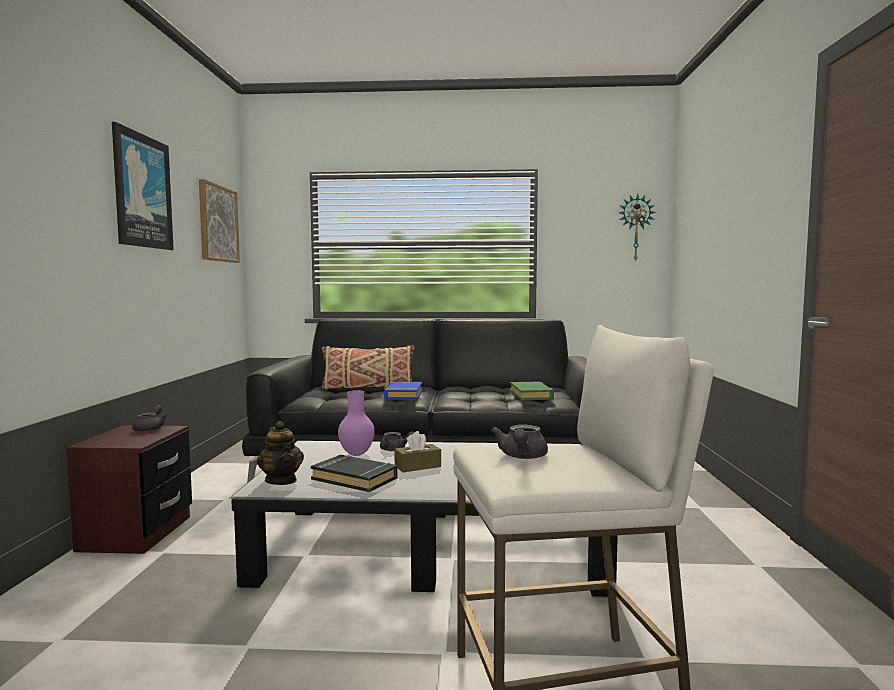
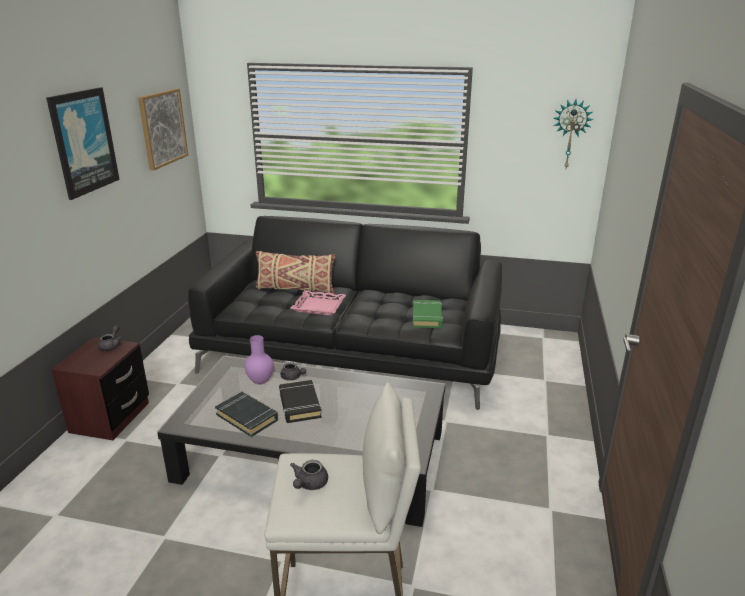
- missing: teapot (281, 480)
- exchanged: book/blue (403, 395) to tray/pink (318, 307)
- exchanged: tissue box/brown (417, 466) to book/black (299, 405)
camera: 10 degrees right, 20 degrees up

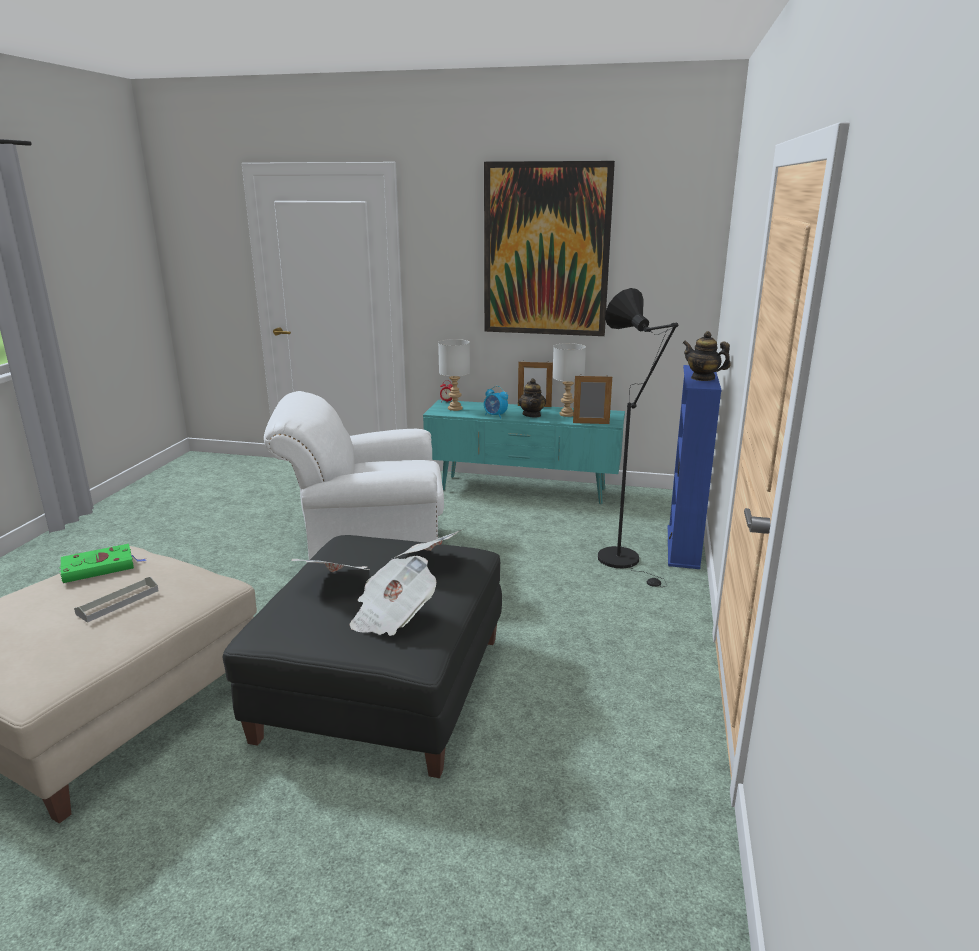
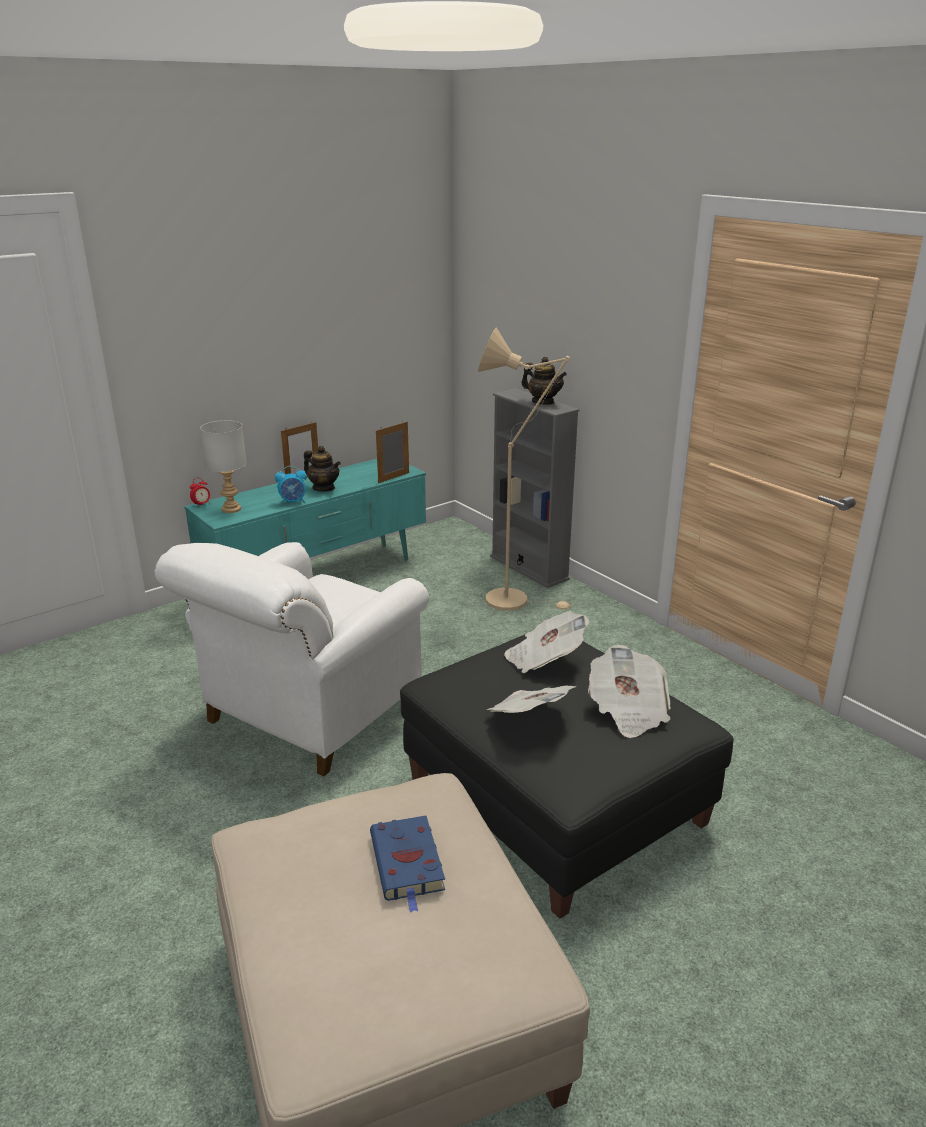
- missing: book/green (100, 567)
- missing: picture (546, 250)
- missing: table lamp/grey (566, 414)
- exchanged: tray/grey (118, 602) to book/blue (408, 865)
- colour: floor lamp/black (625, 561) to floor lamp/beige (515, 600)
- colour: bookcase/blue (683, 547) to bookcase/grey (529, 567)
- spun: teapot (703, 378) = (543, 402) 135 degrees counterclockwise
camera: 50 degrees left, 5 degrees up

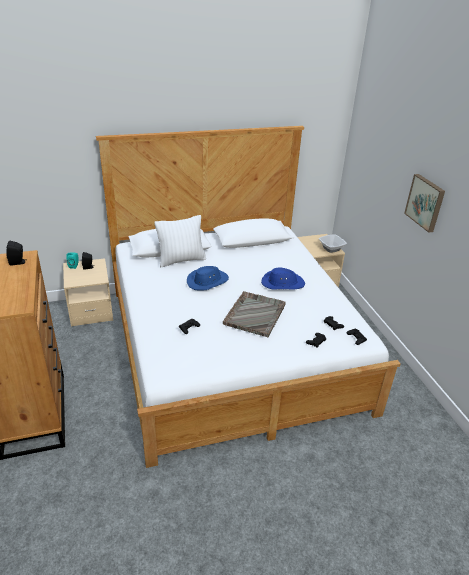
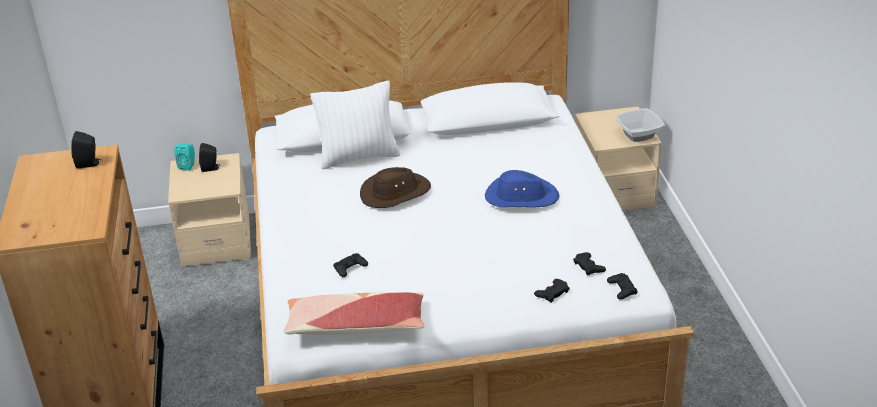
- missing: tray/grey (255, 314)
- missing: picture (425, 202)
- appeared: pillow (355, 326)
- colour: hat/blue (207, 281) to hat/brown (395, 193)
camera: 10 degrees right, 0 degrees up

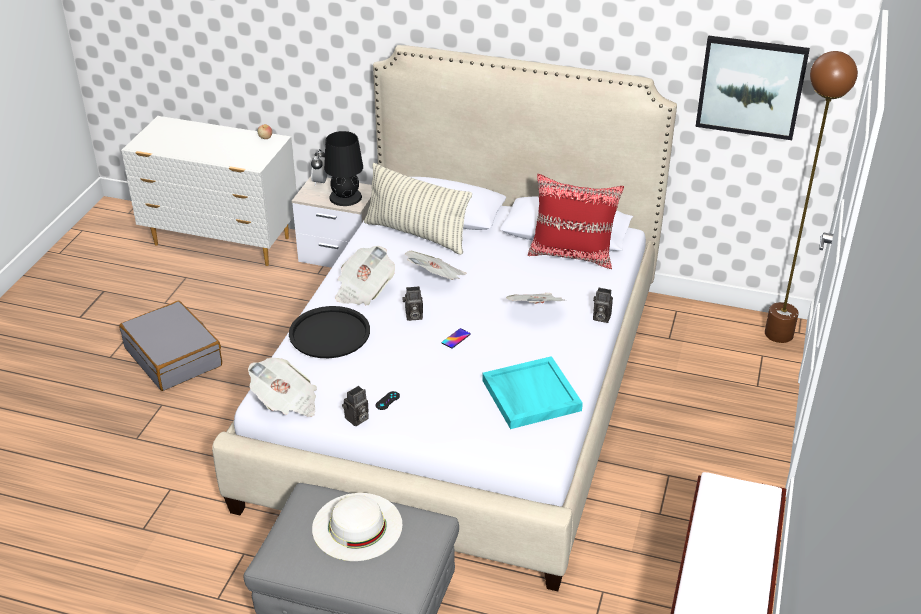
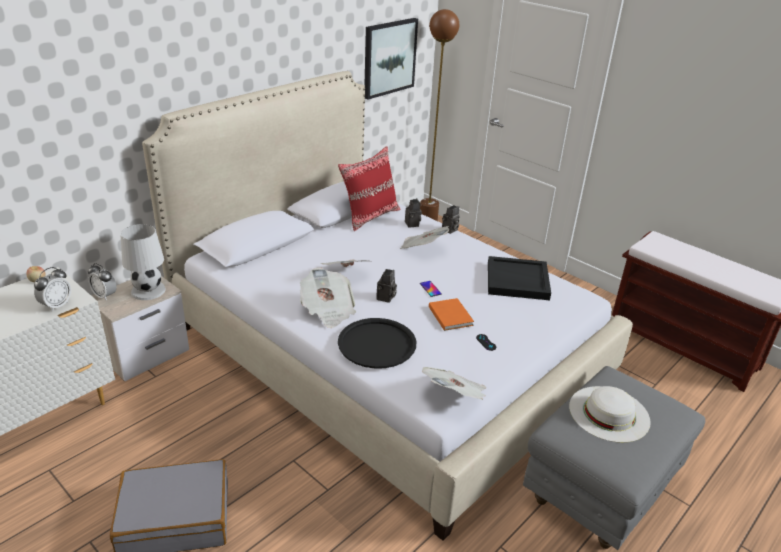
- missing: pillow (416, 234)
- appeared: alarm clock (56, 305)
- appeared: book/orange (450, 315)
- relocated: photo camera (356, 419) to (413, 224)
- colour: table lamp/black (346, 197) to table lamp/white (148, 290)
- colour: tray/turquoise (530, 395) to tray/black (516, 281)
camera: 65 degrees left, 5 degrees down

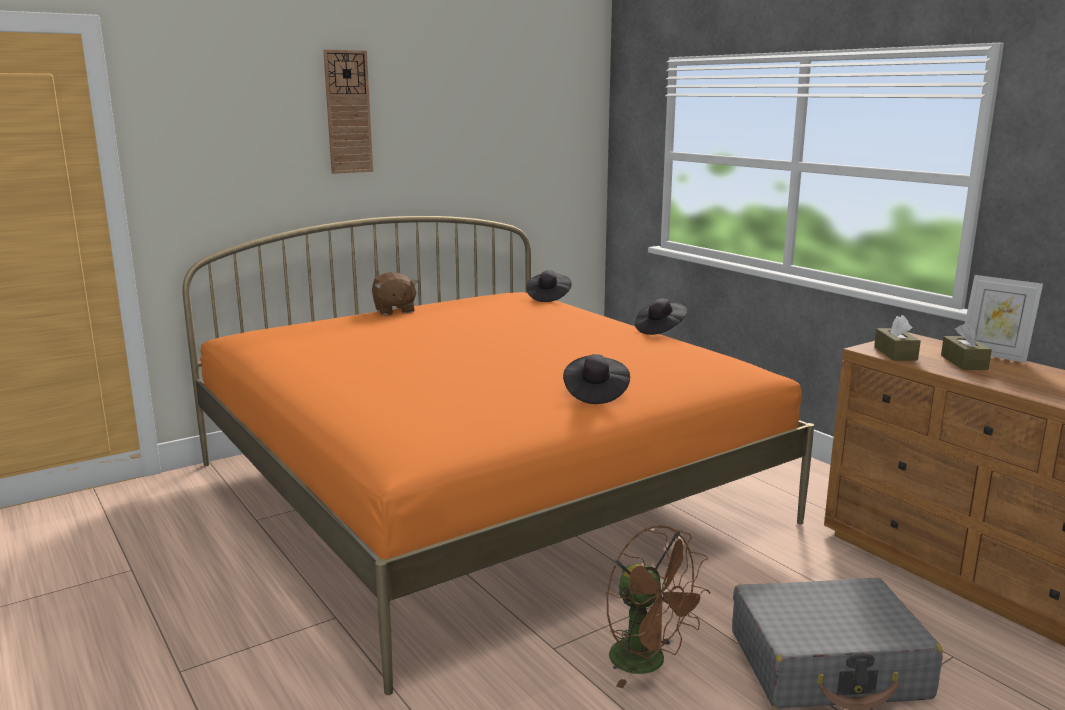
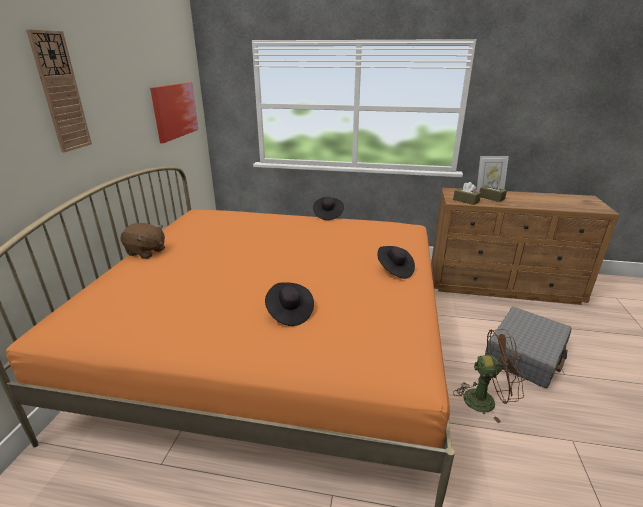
- appeared: picture (175, 111)
- relocated: hat/black (548, 297) to (289, 313)
camera: 45 degrees left, 10 degrees up

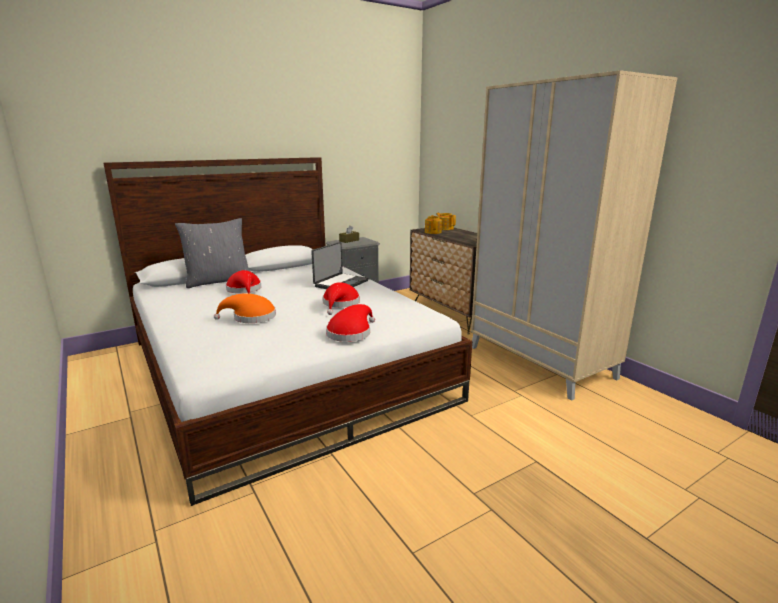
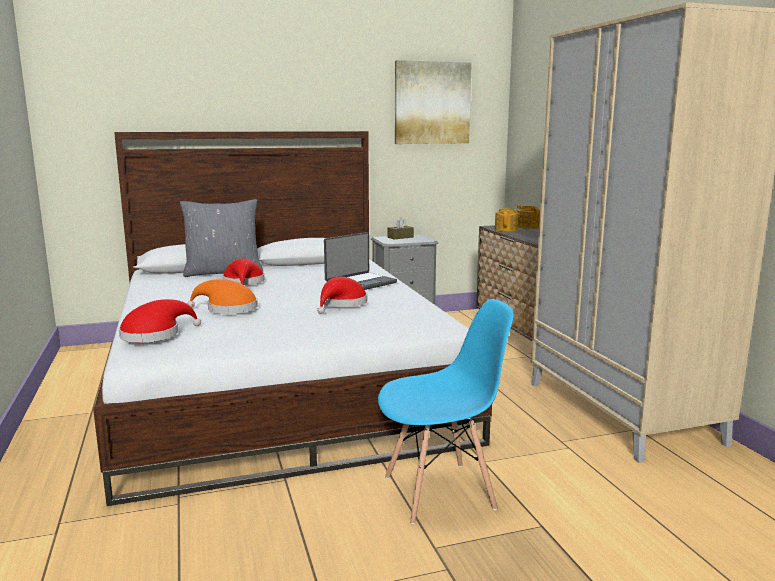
- appeared: chair/blue (440, 492)
- appeared: picture (432, 103)
- relocated: hat/red (351, 333) to (155, 334)
camera: 15 degrees right, 5 degrees down

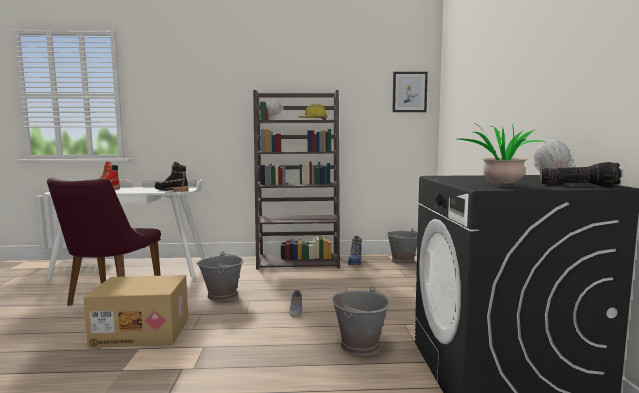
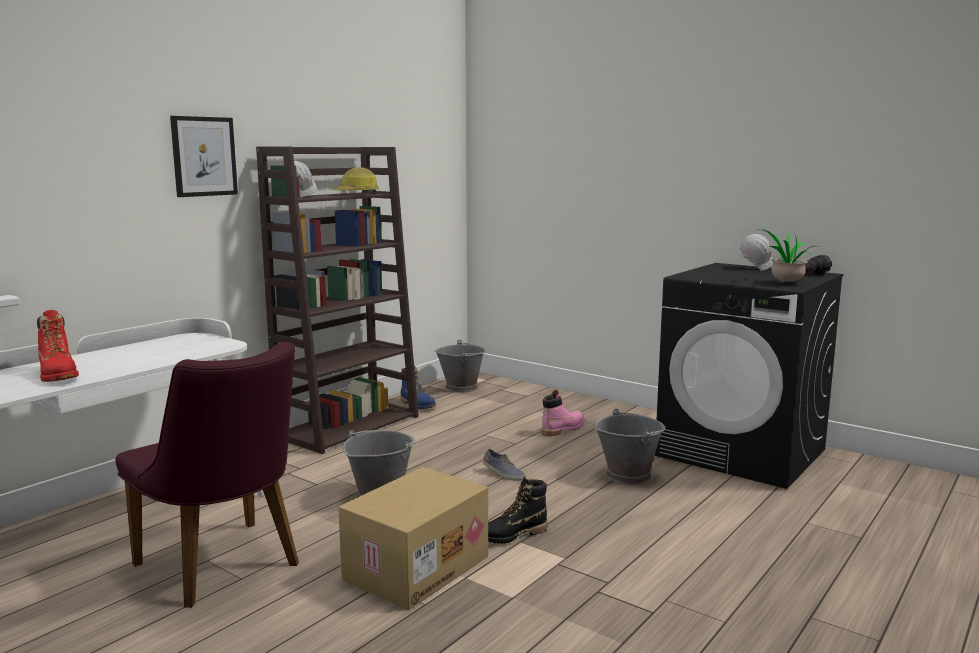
- appeared: boot/pink (563, 429)
- relocated: boot/black (171, 190) to (512, 535)
- relocated: picture (409, 92) to (204, 156)
camera: 50 degrees left, 5 degrees up

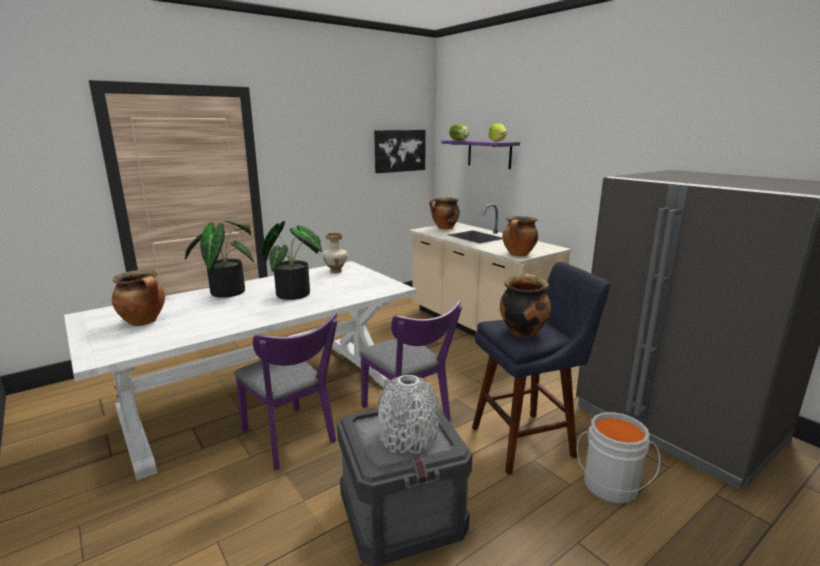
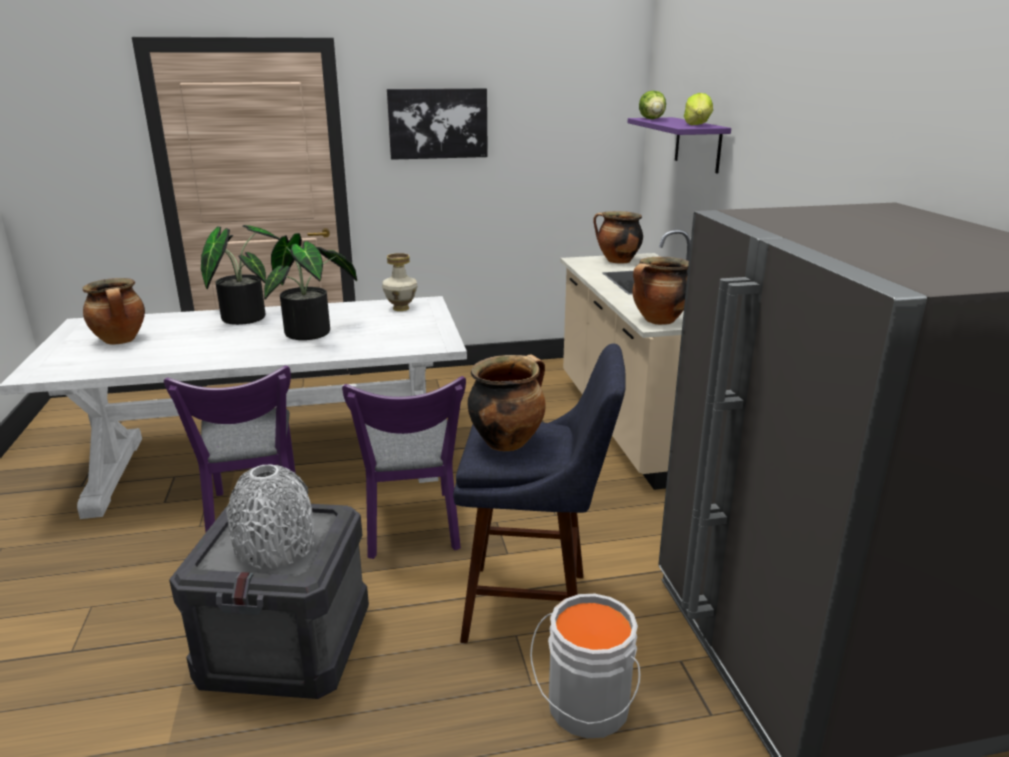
- relocated: picture (399, 150) to (438, 123)
camera: 25 degrees right, 5 degrees up

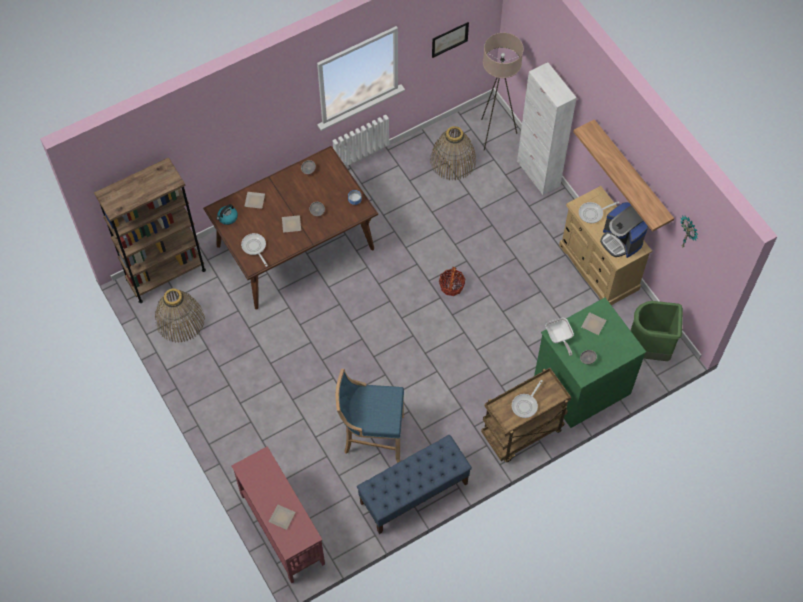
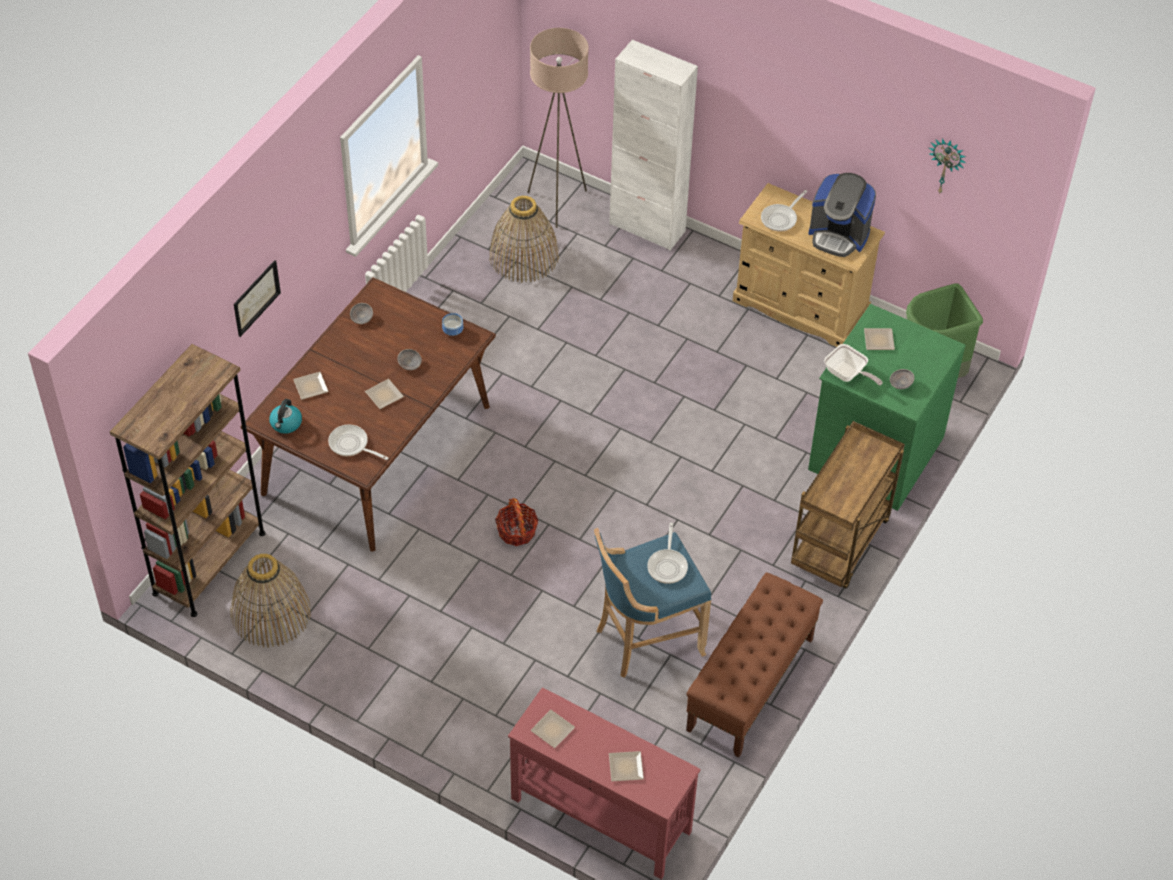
- missing: shelf (631, 174)
- appeared: plate (552, 731)
- relocated: picture (449, 39) to (256, 298)
- relocated: basket (451, 286) to (517, 531)
- relocated: frying pan (526, 405) to (668, 565)
- colour: bench/blue (413, 493) to bench/brown (750, 684)
camera: 30 degrees left, 10 degrees down

